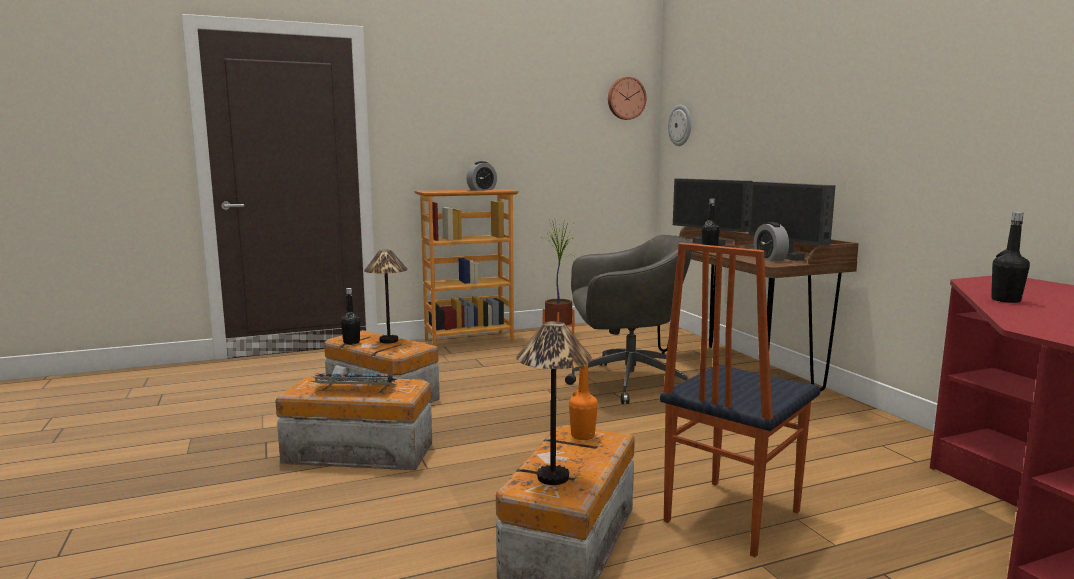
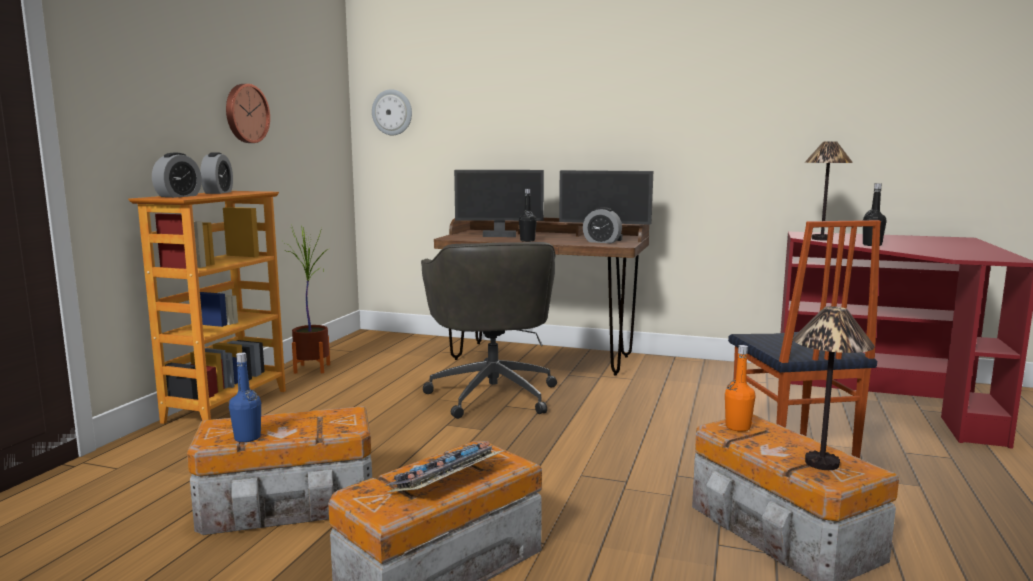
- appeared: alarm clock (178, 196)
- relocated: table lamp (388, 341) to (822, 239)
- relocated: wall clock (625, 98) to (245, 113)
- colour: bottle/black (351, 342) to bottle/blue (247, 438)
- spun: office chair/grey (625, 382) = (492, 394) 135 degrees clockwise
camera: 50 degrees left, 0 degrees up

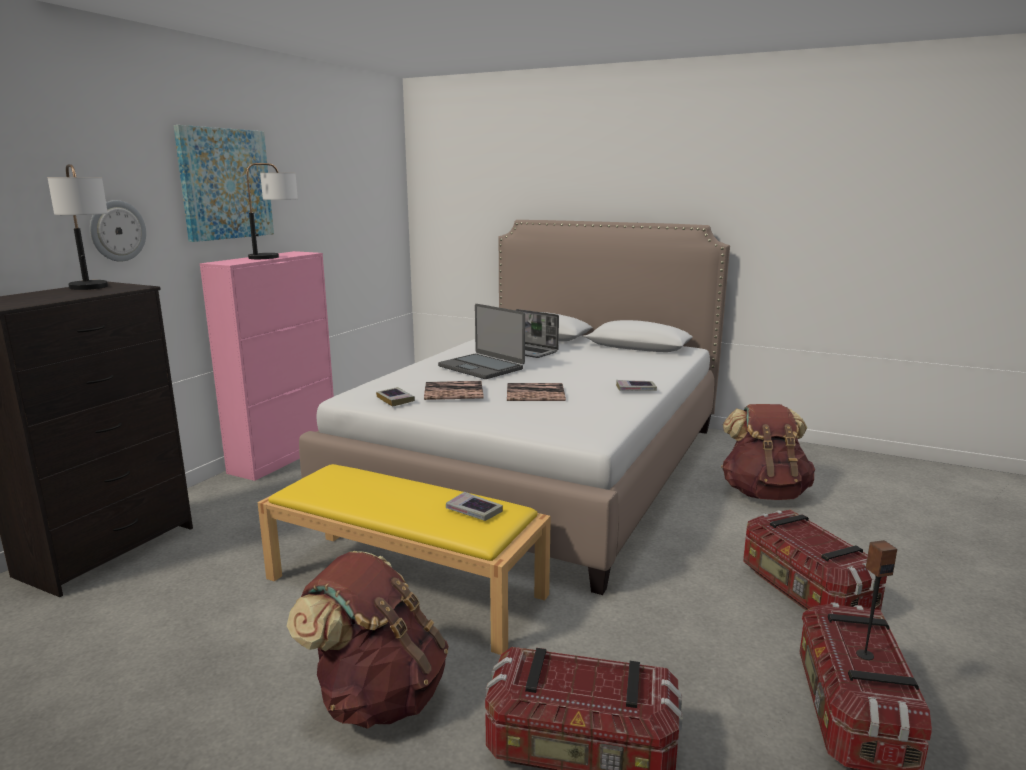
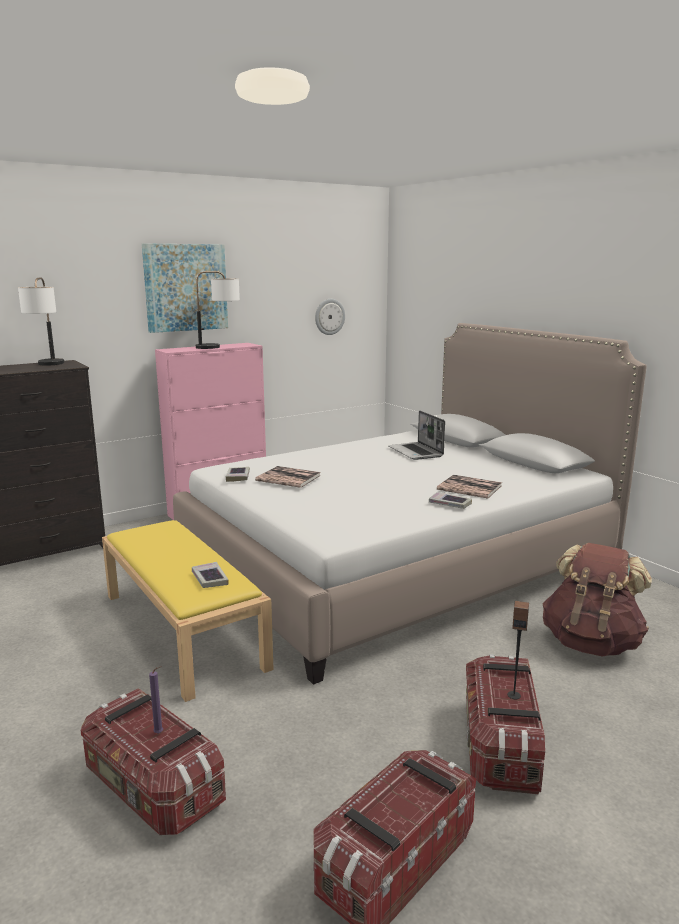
- missing: backpack/brown (377, 696)
- missing: laptop (481, 367)
- appeared: candle/purple (160, 733)
- relocated: wall clock (117, 231) to (329, 316)
- relocated: book (535, 394) to (469, 488)
- relocated: speaker (864, 654) to (514, 695)
camera: 30 degrees right, 0 degrees up

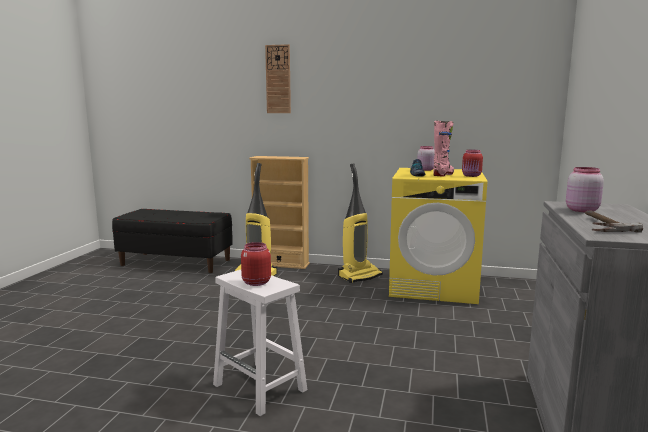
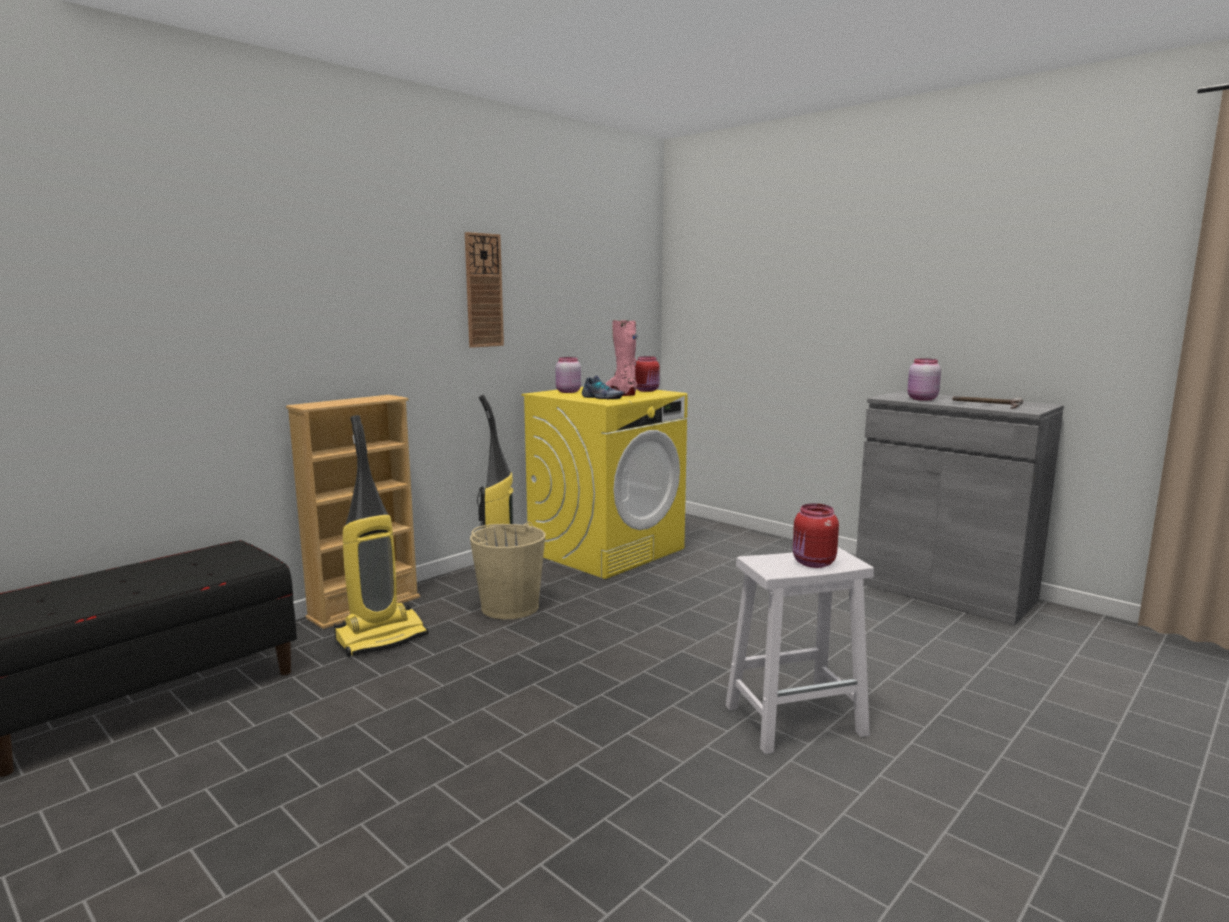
- appeared: bucket/beige (509, 607)
- relocated: wall clock (278, 79) to (483, 290)
camera: 60 degrees left, 0 degrees up

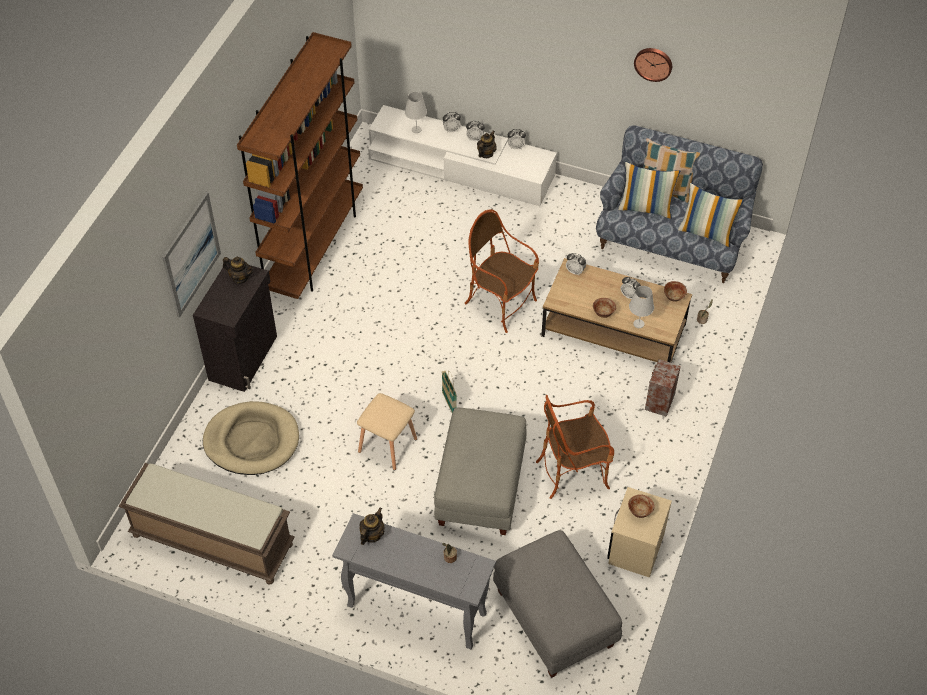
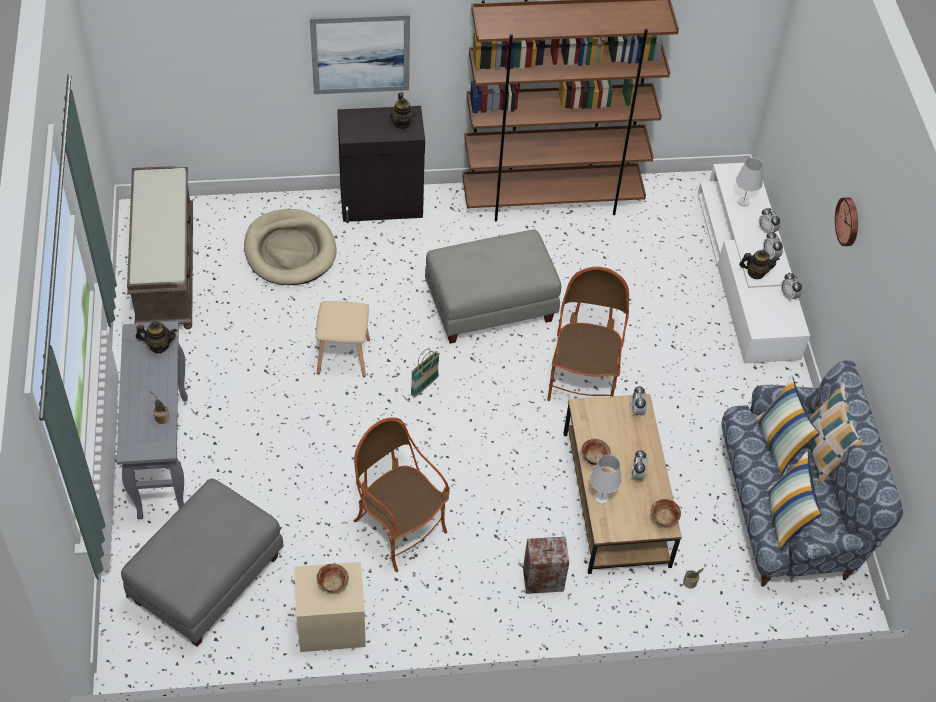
- relocated: ottoman/grey (479, 486) to (490, 305)
- relocated: wall clock (653, 63) to (849, 221)
camera: 60 degrees right, 0 degrees up

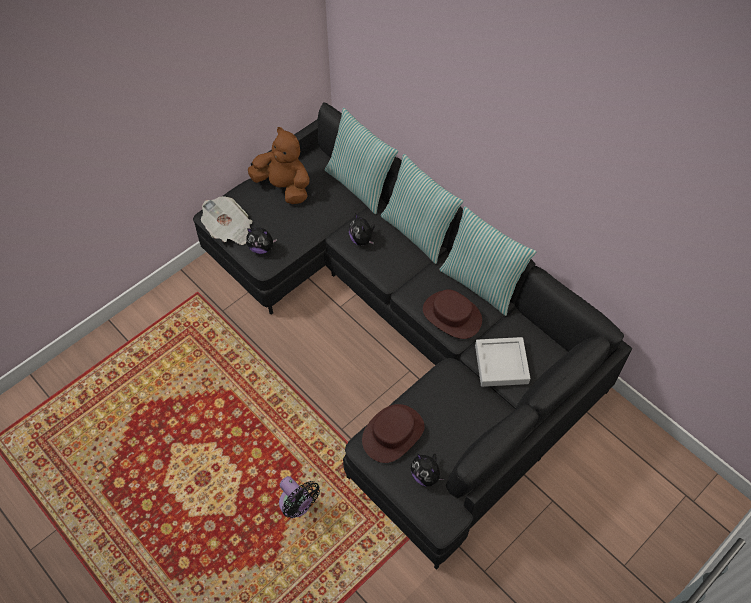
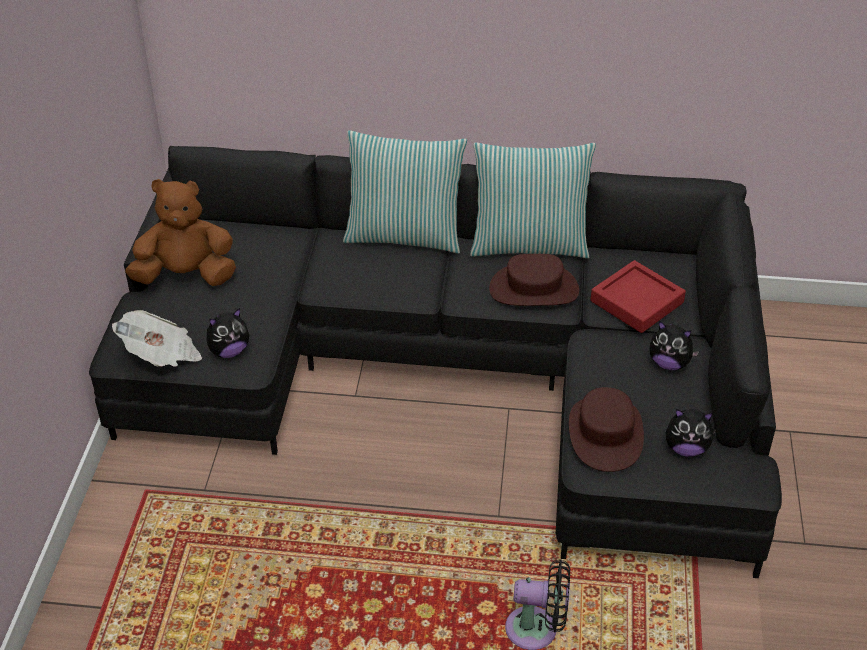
- missing: pillow (360, 185)
- relocated: plush toy (362, 240) to (669, 363)
- colour: tray/grey (501, 364) to tray/red (636, 302)
camera: 40 degrees left, 15 degrees down

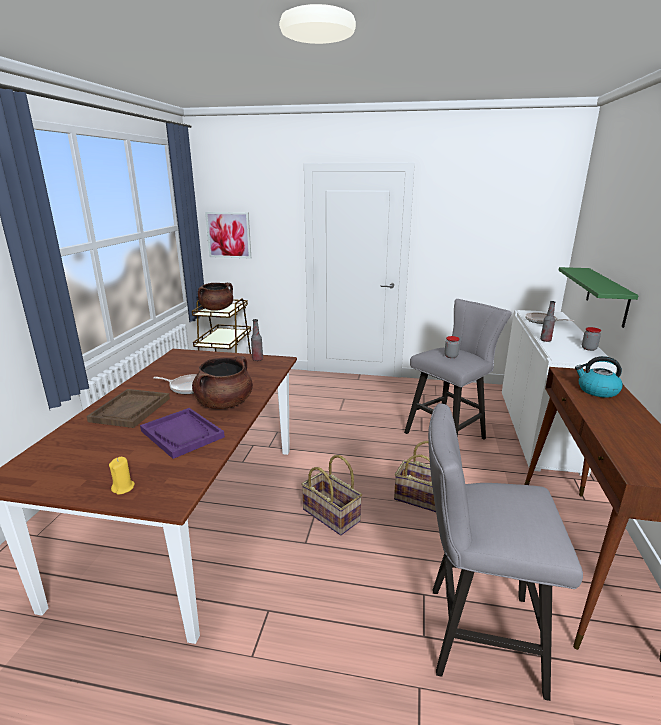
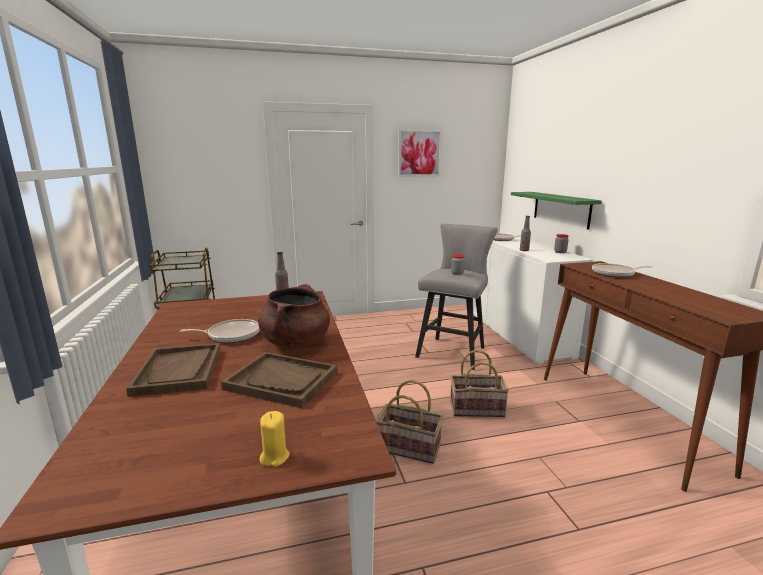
- missing: cooking pot/brown (217, 309)
- missing: stool/grey (473, 634)
- relocated: picture (229, 235) to (419, 153)
- exchanged: kettle (597, 391) to frying pan (615, 273)
- colour: tray/purple (182, 434) to tray/brown (282, 381)
camera: 25 degrees left, 5 degrees down

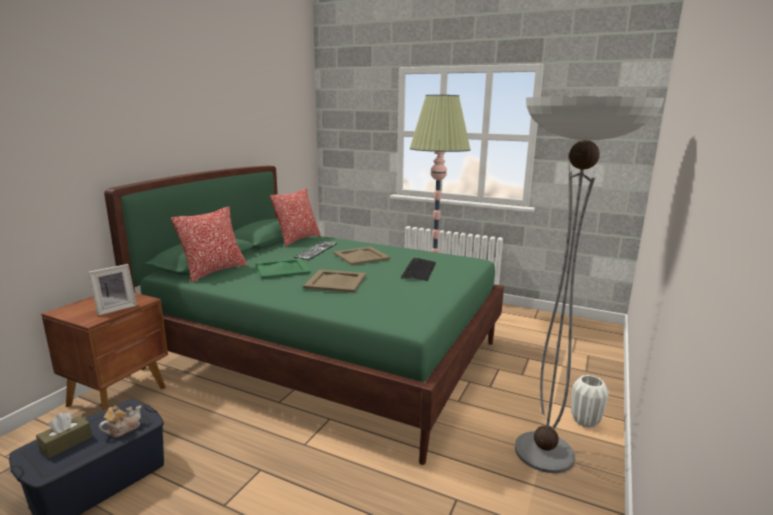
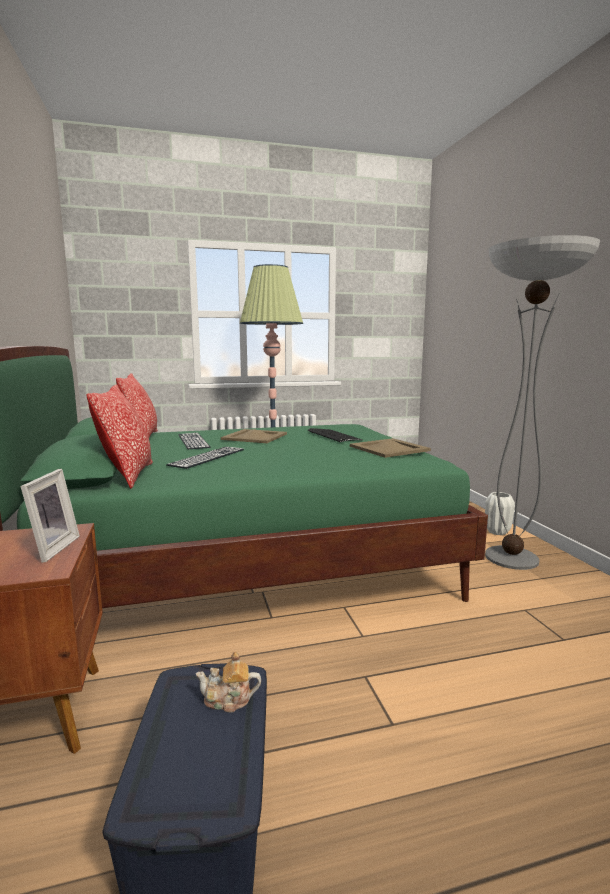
- missing: tissue box/brown (66, 443)
- relocated: tray/beige (336, 281) to (390, 448)
- exchanged: tray/green (282, 268) to keyboard (207, 457)
- spun: teapot (123, 429) = (228, 700) 90 degrees counterclockwise
camera: 40 degrees left, 5 degrees down

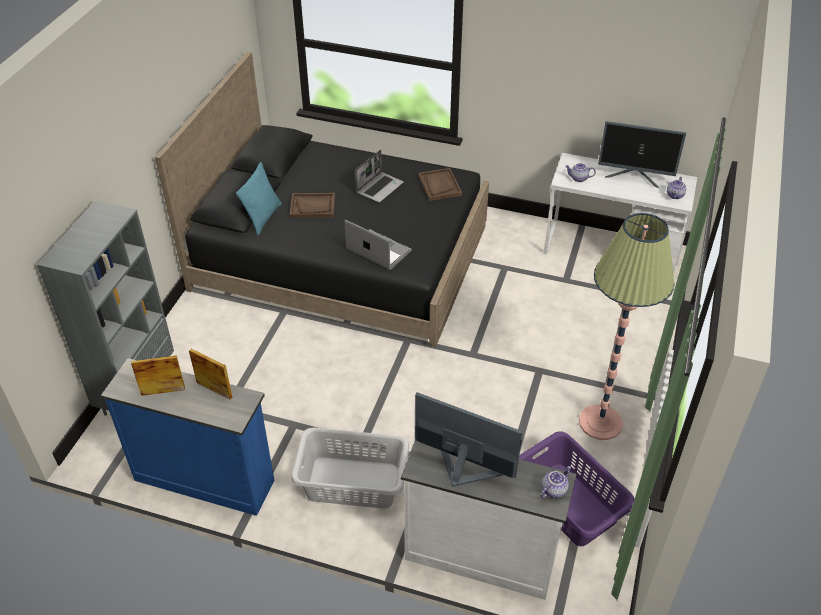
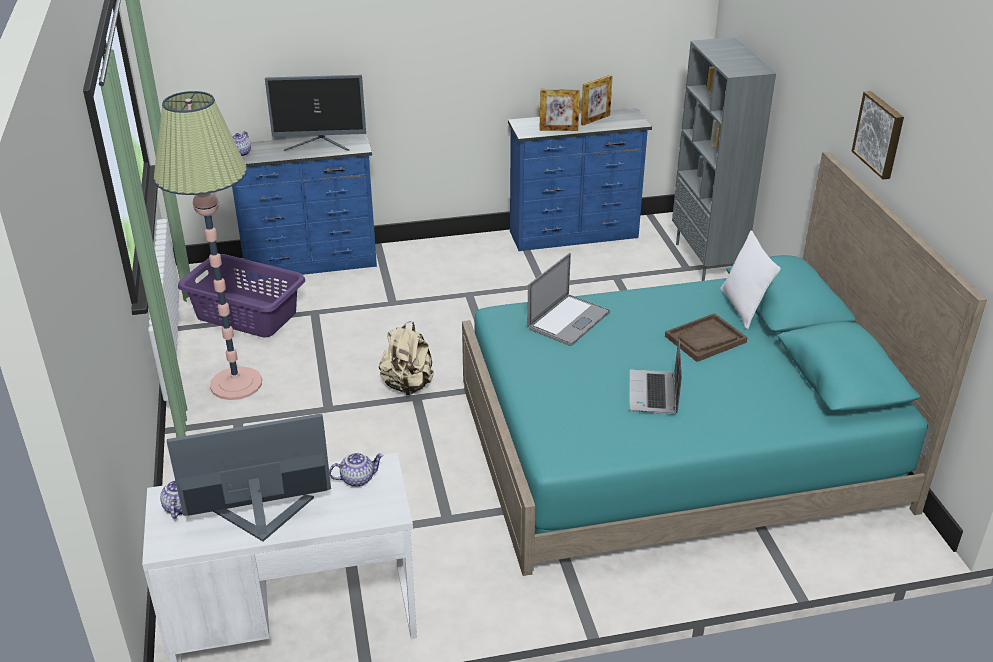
- missing: laundry basket/grey (353, 483)
- missing: tray/brown (439, 185)
- appeared: backpack/beige (408, 385)
- appeared: picture (880, 134)
- colour: bed/black (341, 256) to bed/turquoise (677, 446)
- colour: pillow/turquoise (263, 217) to pillow/white (743, 308)
- colour: dresser/white (479, 557) to dresser/blue (311, 264)
- spun: laptop (379, 250) = (568, 320) 60 degrees counterclockwise
camera: 150 degrees right, 10 degrees down

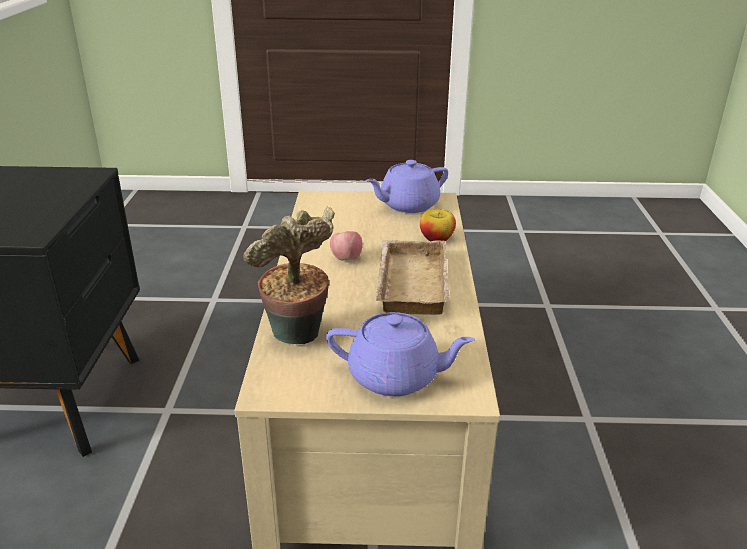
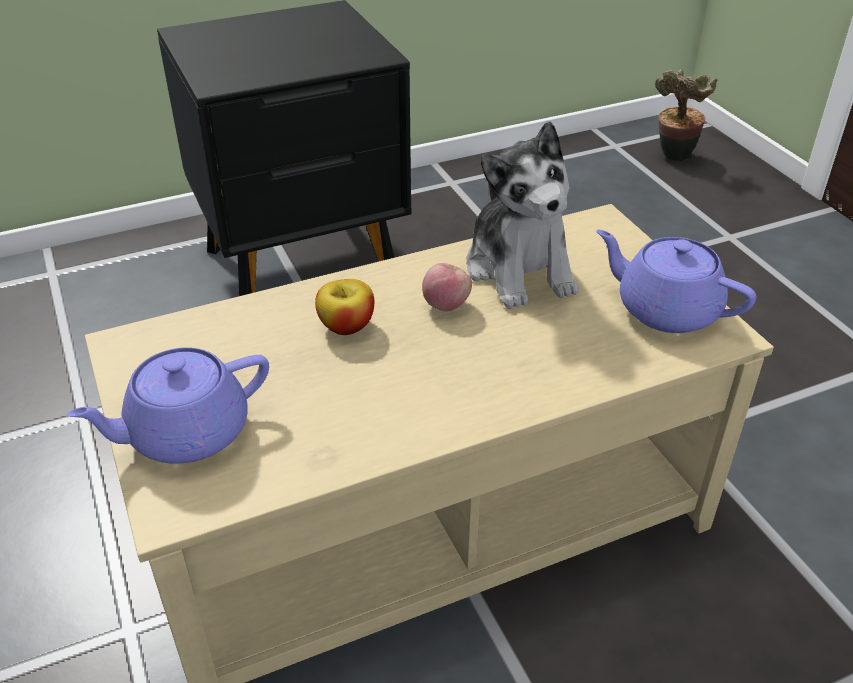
- missing: tray/beige (408, 282)
- appeared: plush toy (519, 269)
- relocated: potted plant (297, 339) to (673, 157)
- relocated: apple (436, 239) to (346, 326)
- spun: teapot/purple (396, 377) = (185, 433) 75 degrees clockwise
camera: 65 degrees right, 10 degrees up

